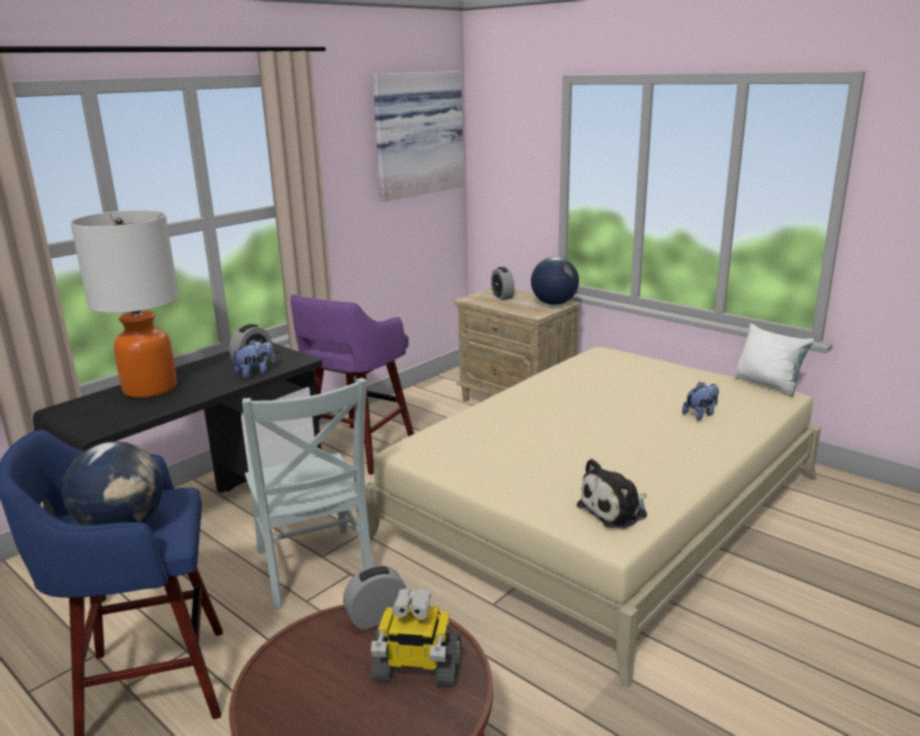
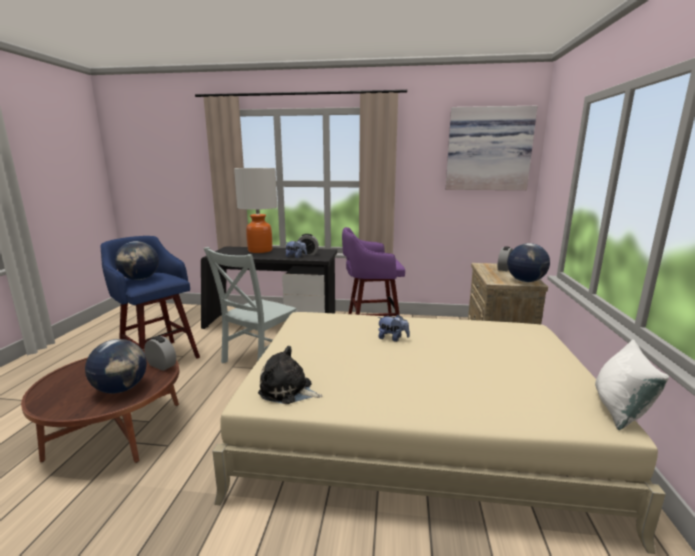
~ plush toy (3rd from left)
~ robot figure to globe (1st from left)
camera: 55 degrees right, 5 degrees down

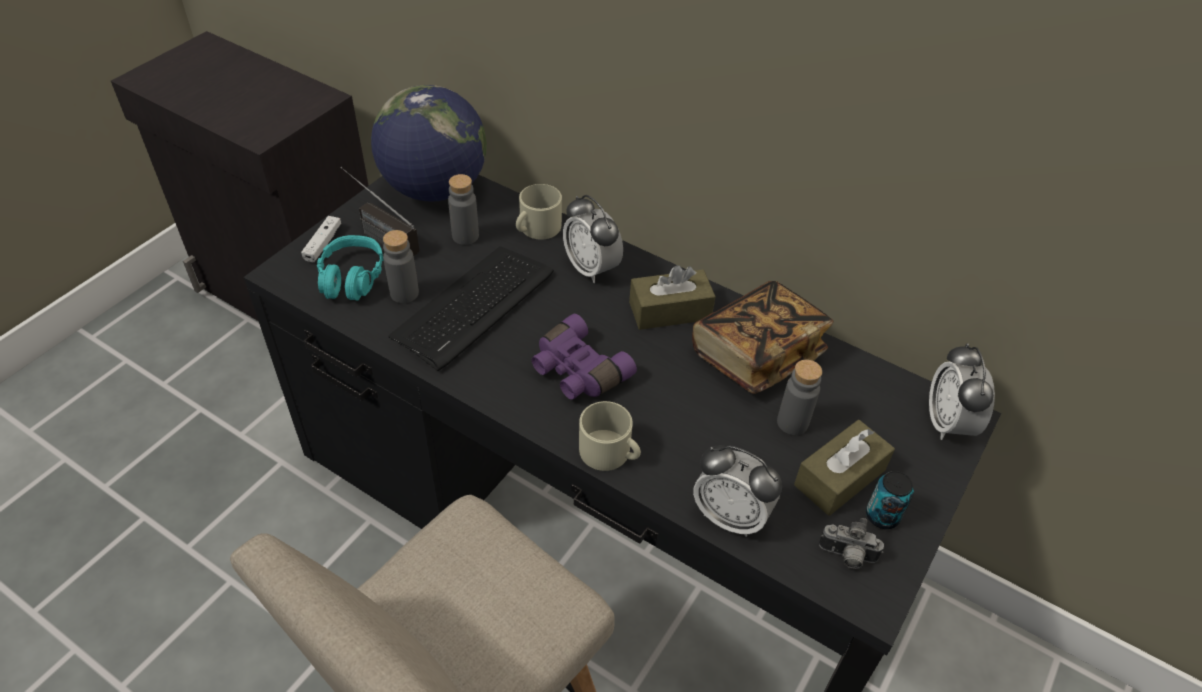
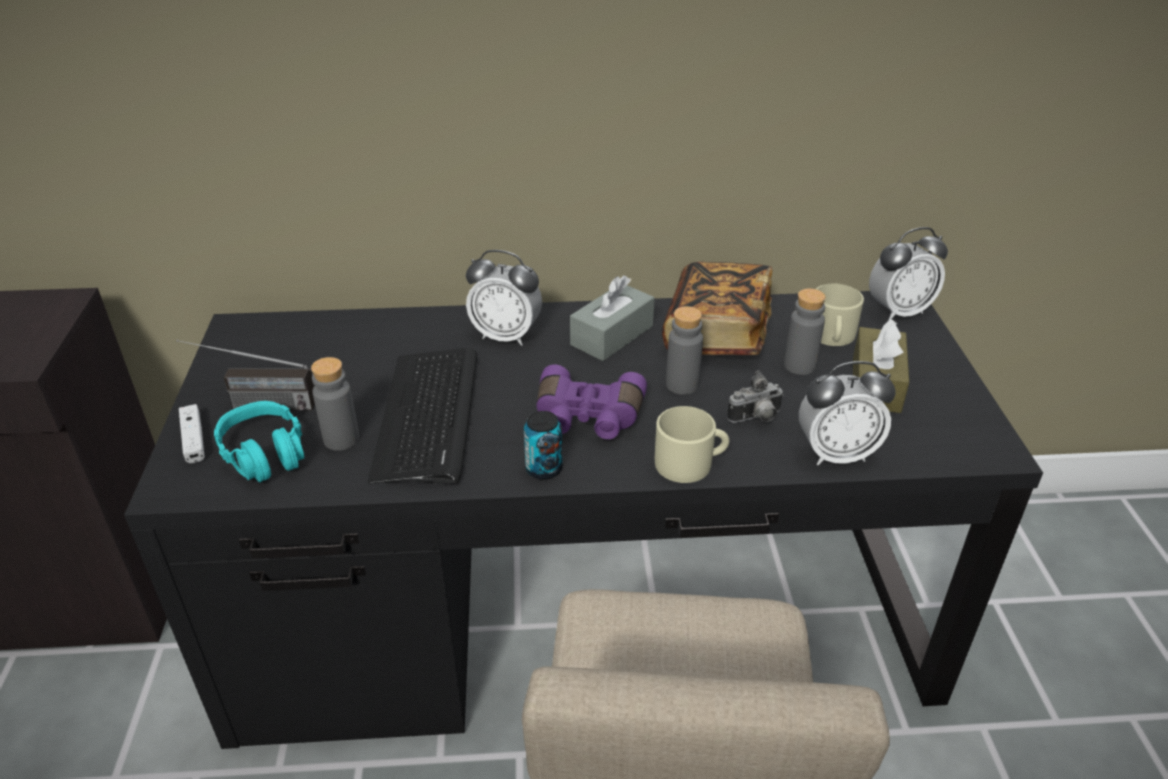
- globe
~ drink bottle (gray) (2nd from left)
~ mug (sand-coloured) (1st from left in the first image) to mug (sand-coloured) (2nd from left)
~ tissue box (brownish) (1st from left) to tissue box (gray)
~ bedside clock (3rd from left) 75 degrees counterclockwise
~ metal can
~ photo camera
camera: 35 degrees left, 10 degrees down

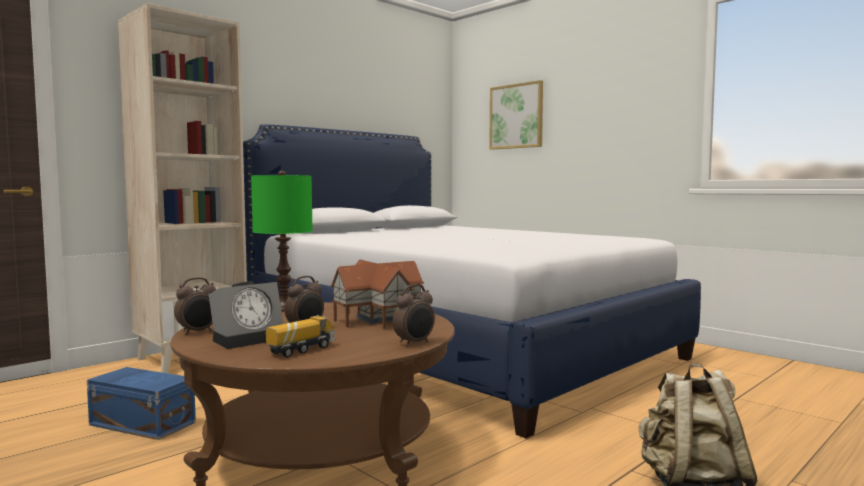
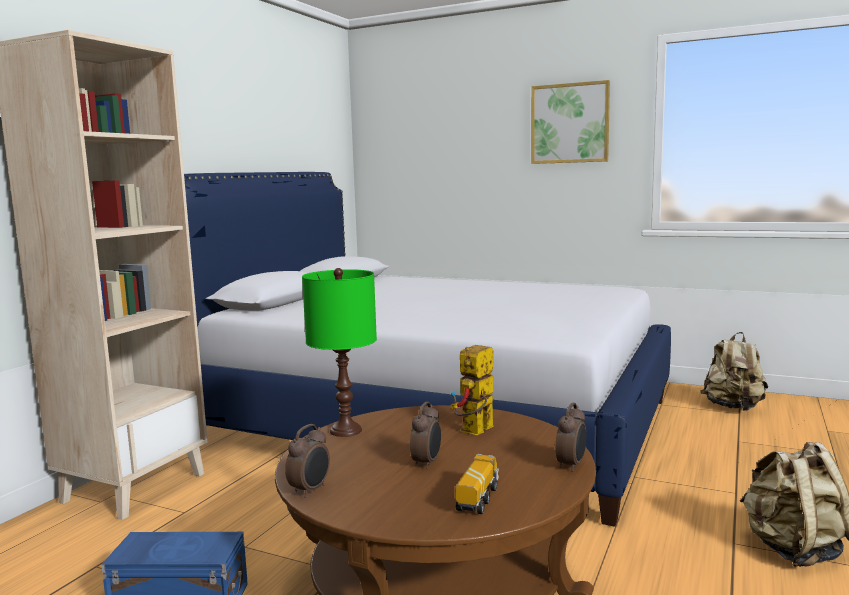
~ picture
~ miniature house to robot figure
- bedside clock (2nd from left)
+ rucksack (sand-coloured) (1st from left)
camera: 20 degrees left, 5 degrees up

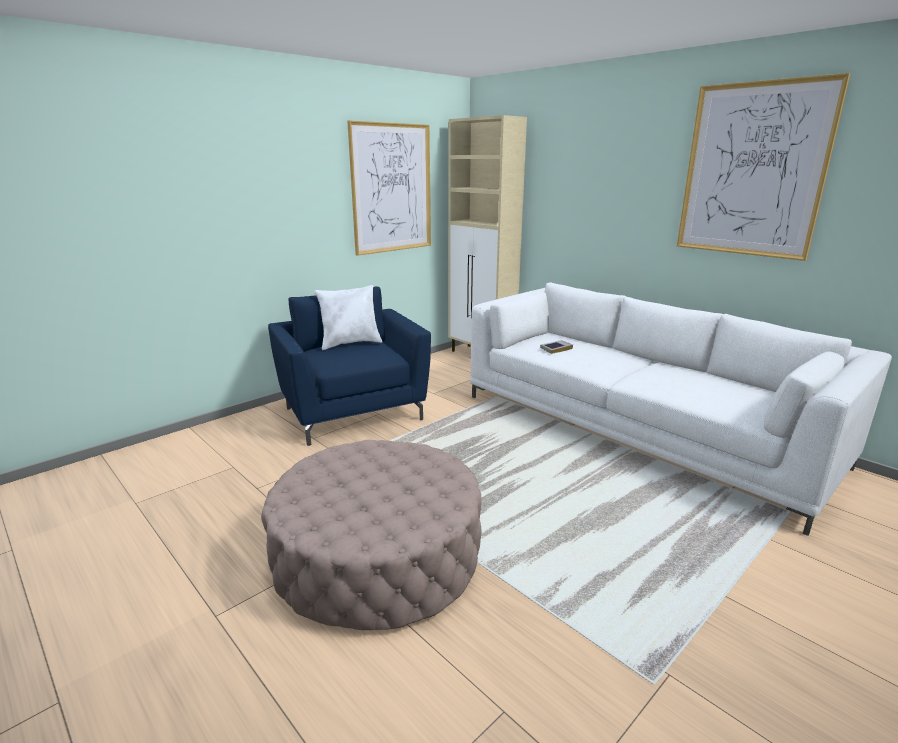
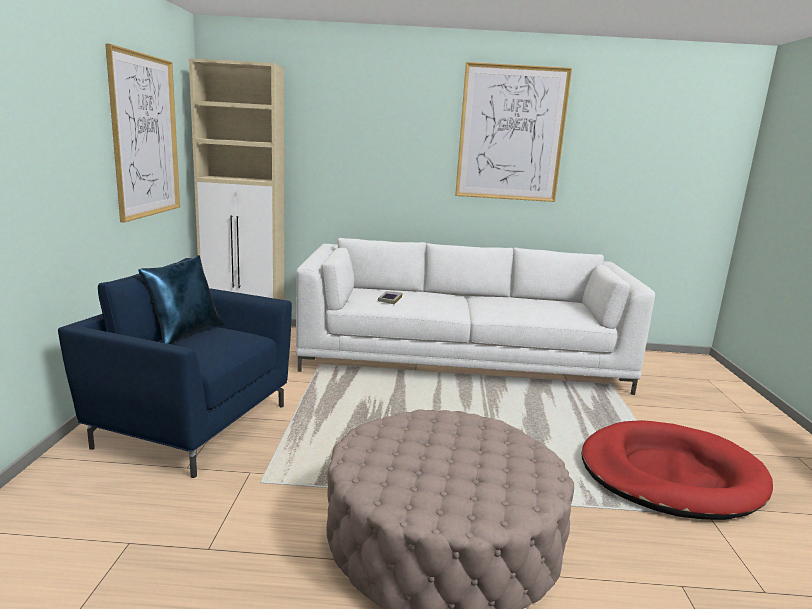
~ cushion (white-coloured) to cushion (bluish)
+ pet bed (red)
camera: 45 degrees left, 5 degrees down

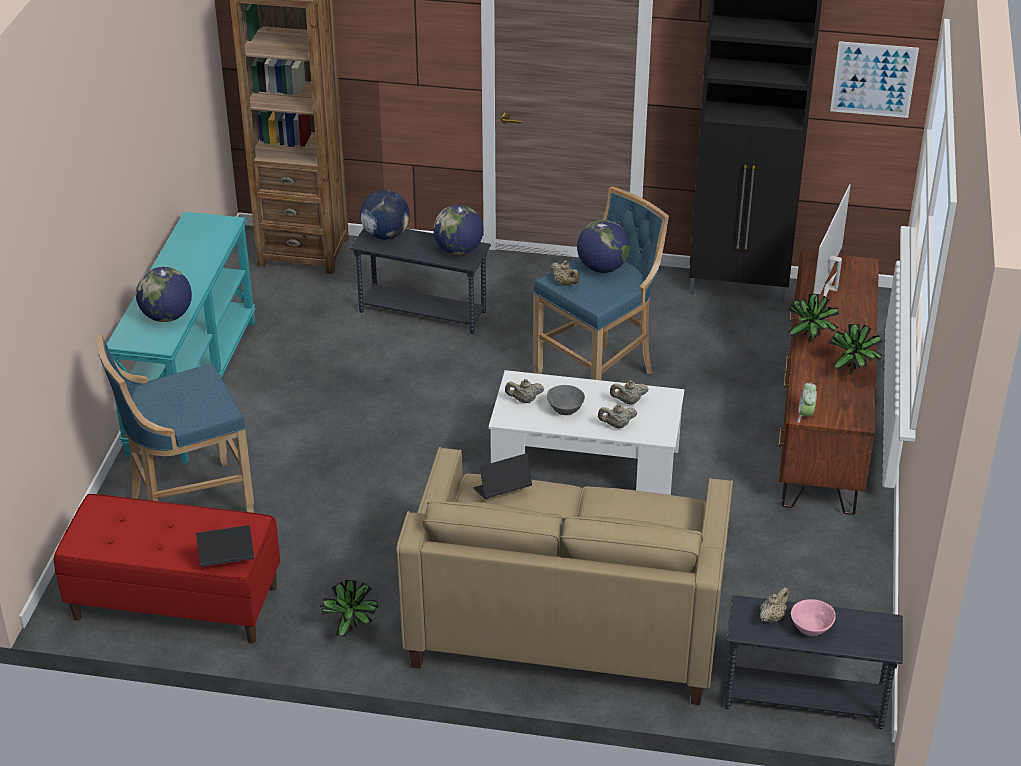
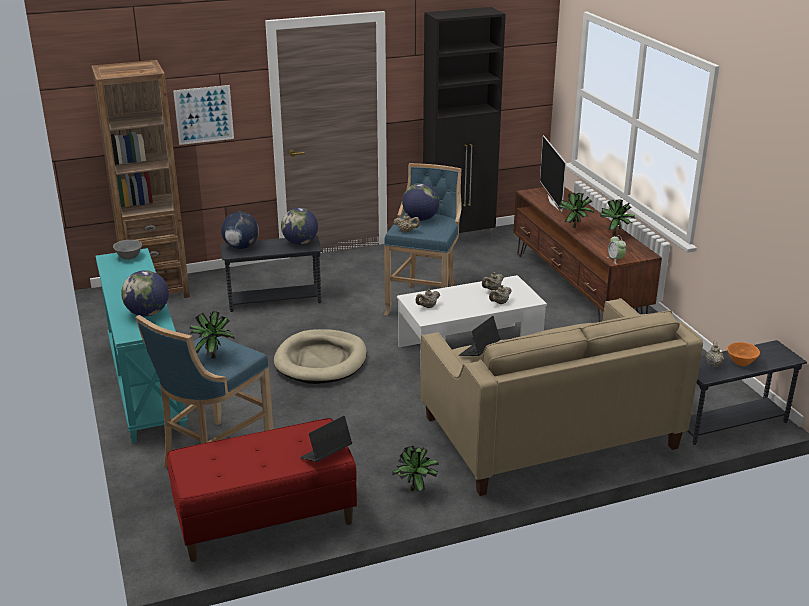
~ picture
~ deep dish (gray)
~ deep dish (pink-coloured) to deep dish (orange)
+ potted plant (1st from left)
+ pet bed (sand-coloured)
camera: 30 degrees left, 10 degrees down

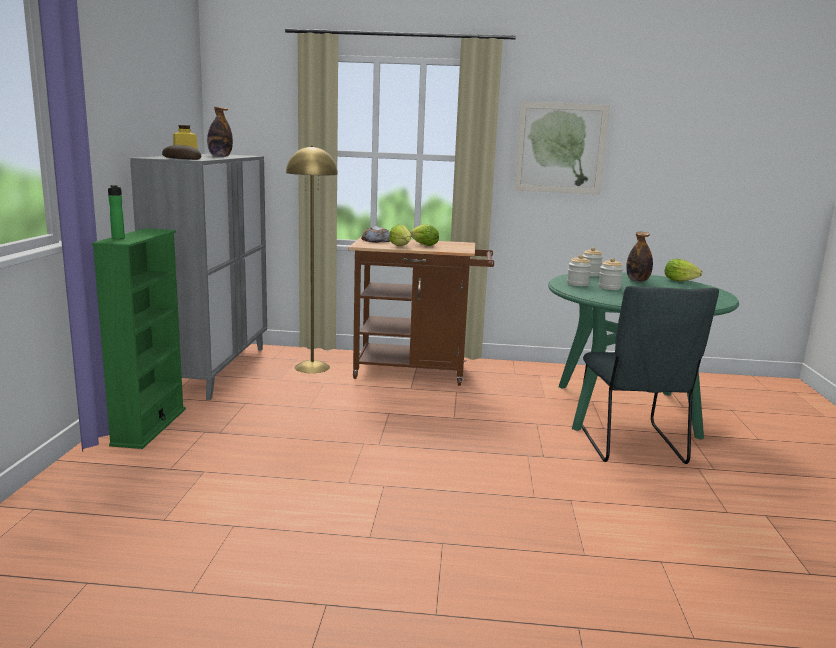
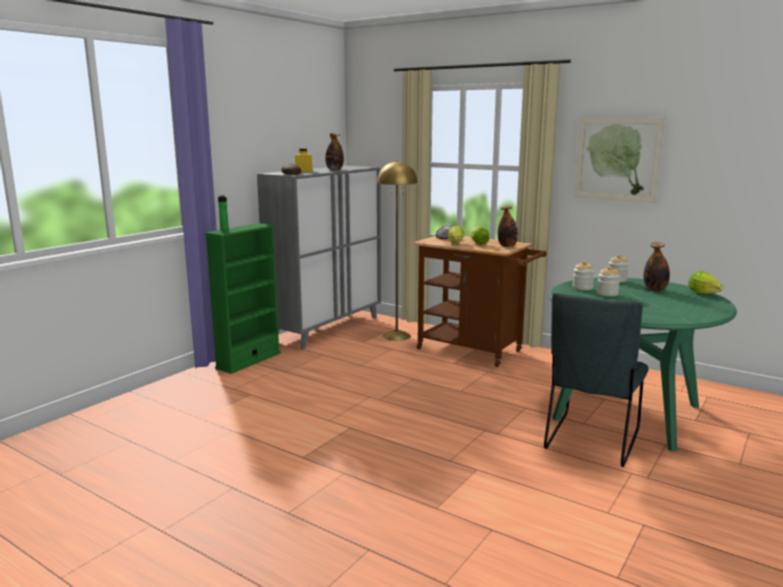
+ drink bottle (3rd from left)
camera: 30 degrees right, 0 degrees up

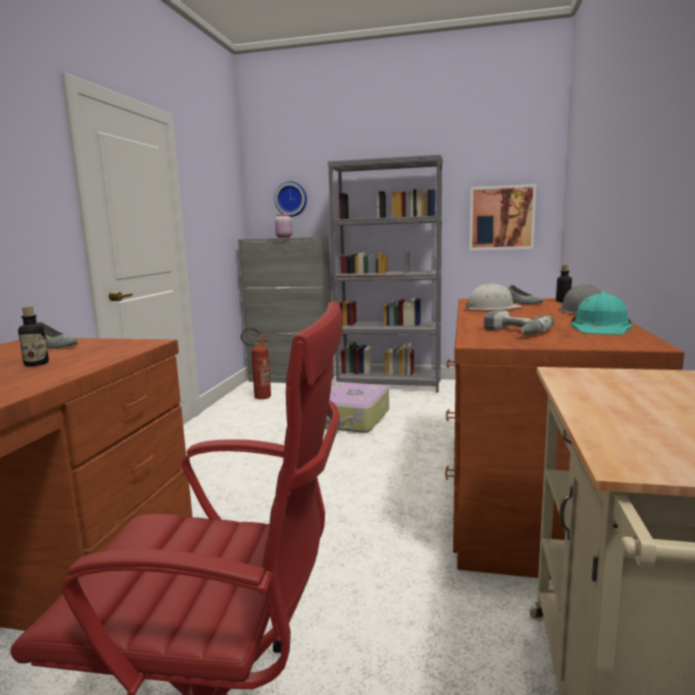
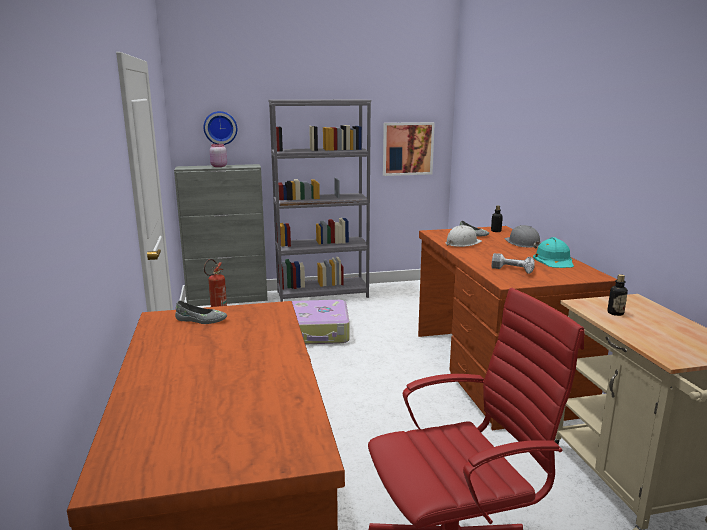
~ drink bottle (1st from left in the first image) to drink bottle (2nd from left)
camera: 25 degrees left, 5 degrees up

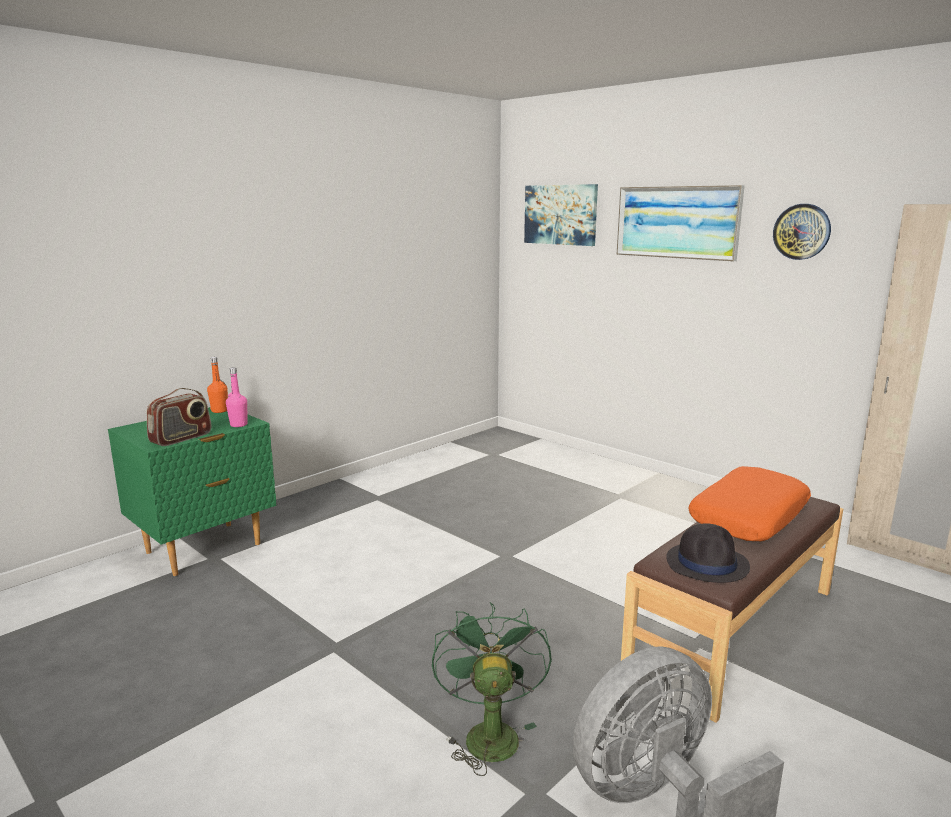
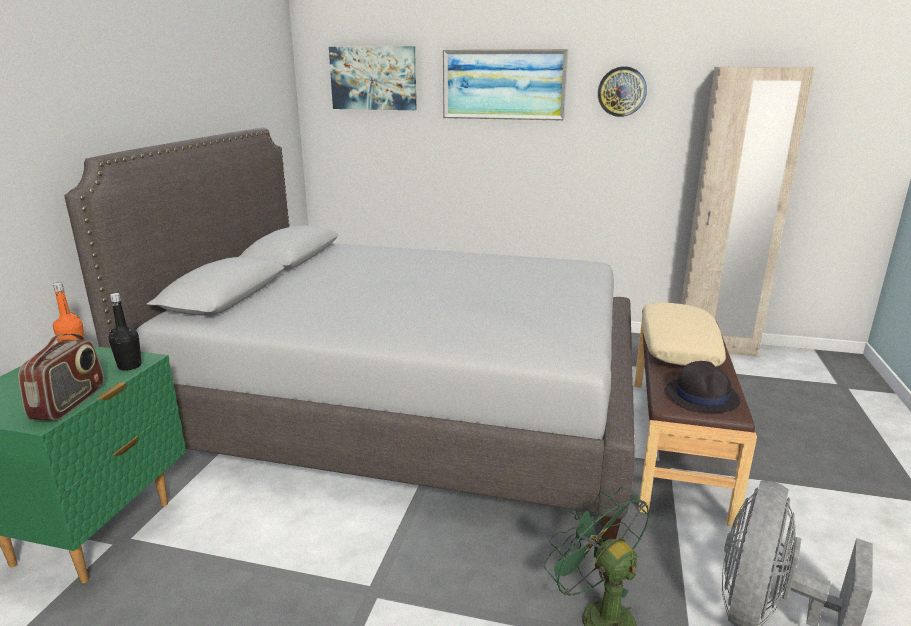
~ drink bottle (pink-coloured) to drink bottle (blackish)
~ cushion (orange) to cushion (sand-coloured)
+ bedroom bed (gray)
camera: 30 degrees left, 5 degrees up

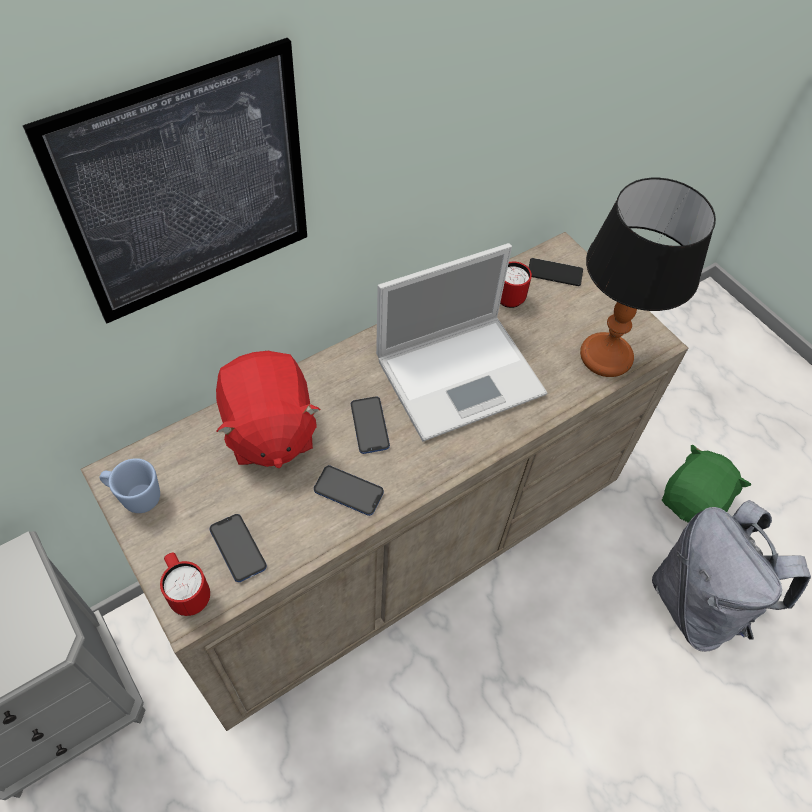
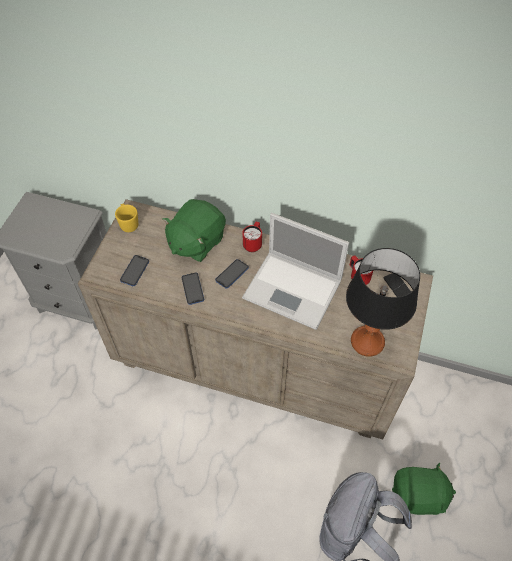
- picture
~ plush toy (red) to plush toy (green-coloured) (1st from left)
~ mug (bluish) to mug (yellow)
~ mug (red) (1st from left)
camera: 55 degrees right, 0 degrees up

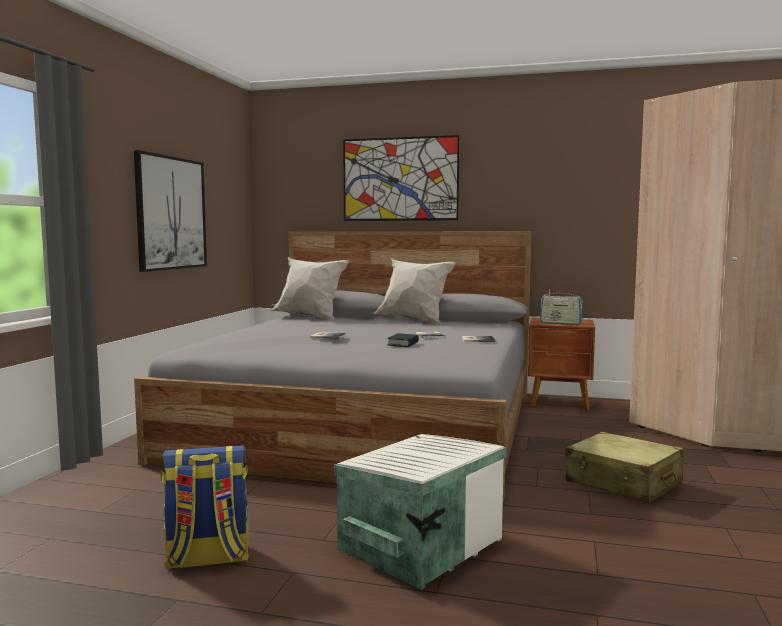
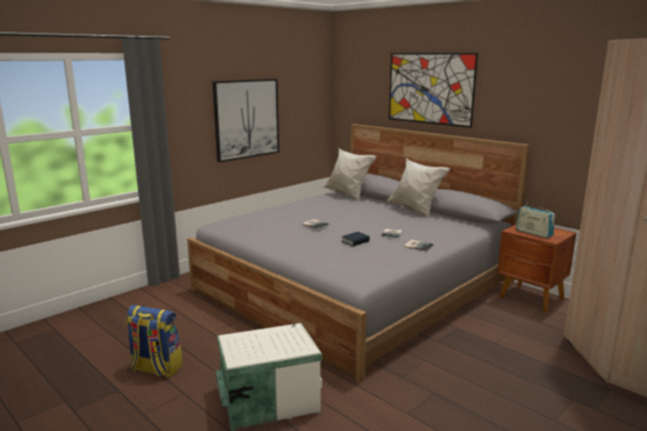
- suitcase (sand-coloured)
camera: 30 degrees right, 10 degrees up

